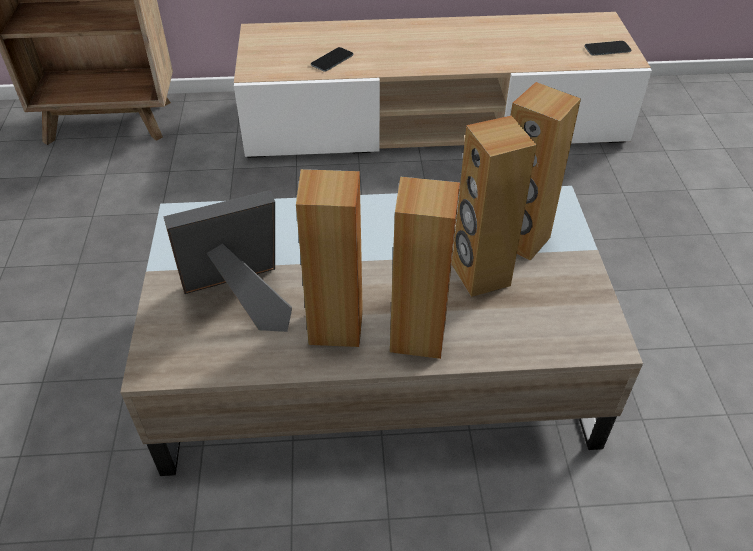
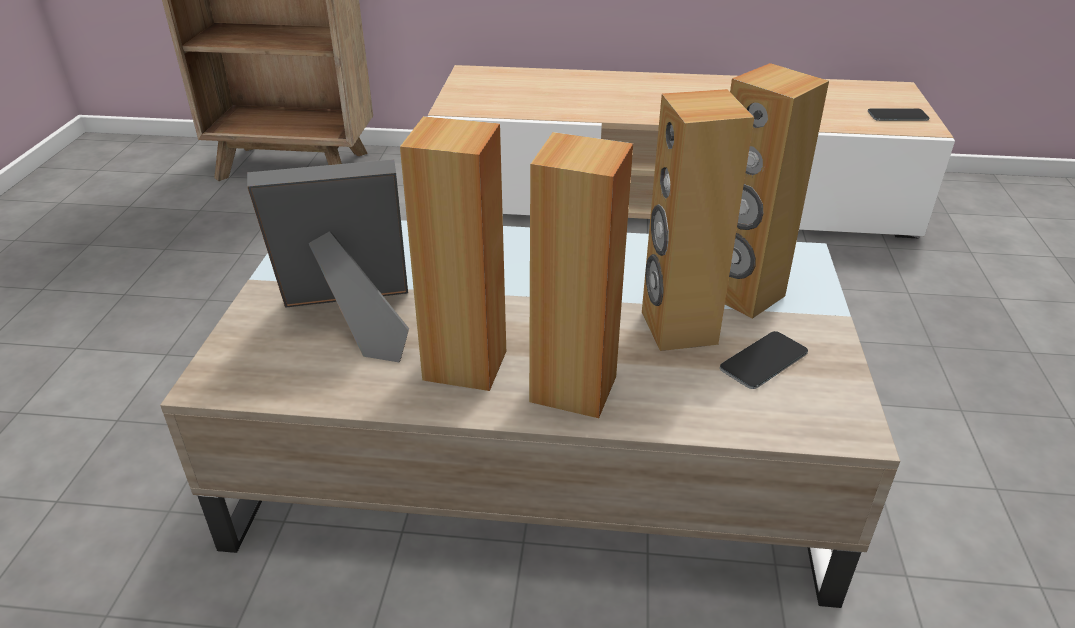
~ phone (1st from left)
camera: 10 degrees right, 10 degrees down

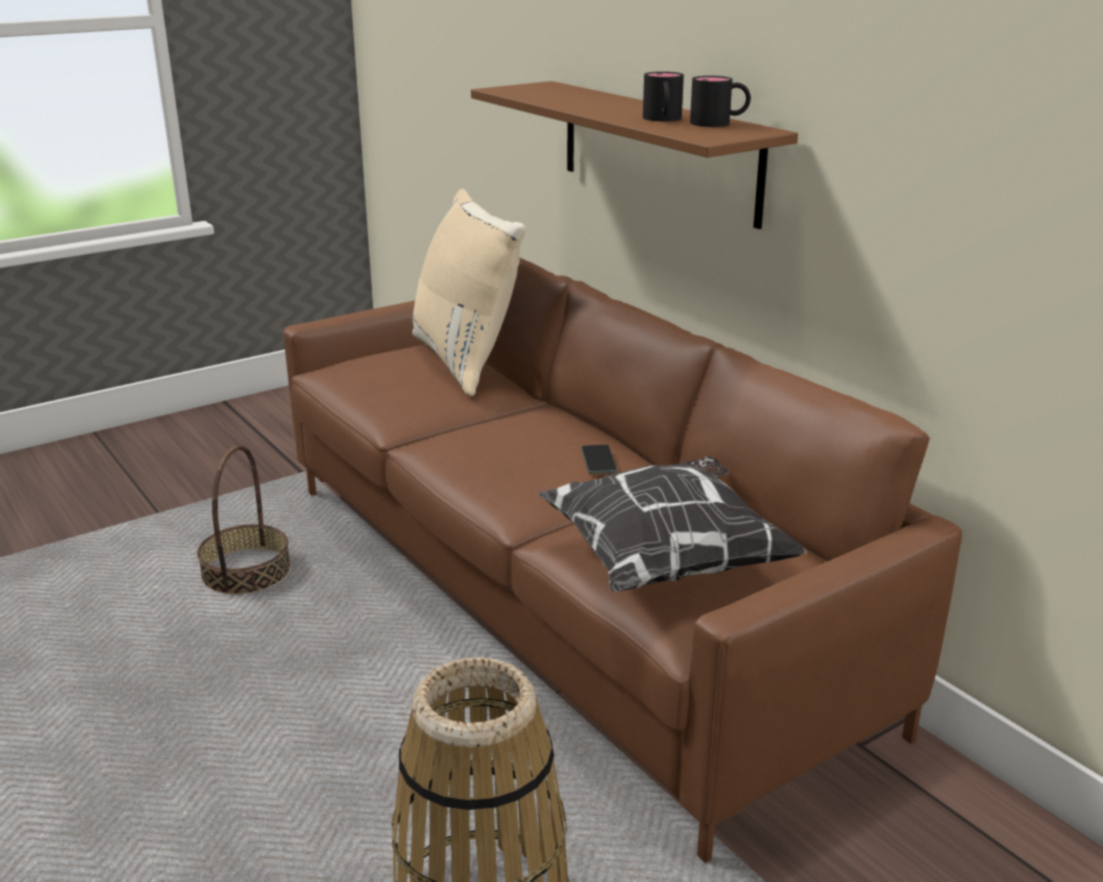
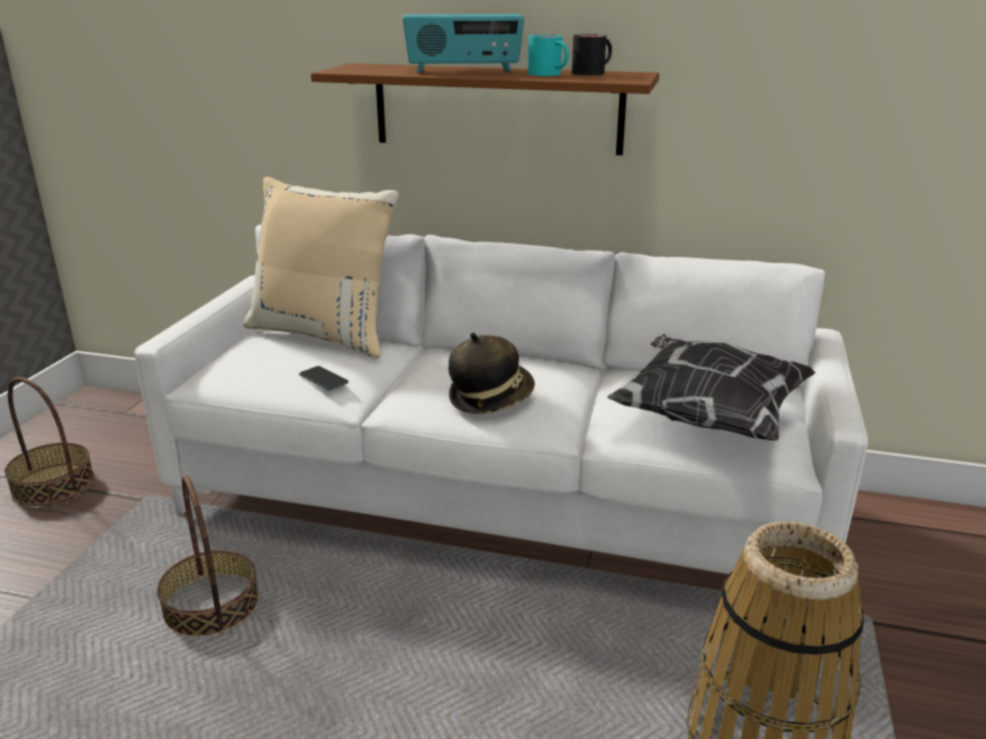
~ mug (blackish) (1st from left) to mug (blue-green)
~ sofa (brownish) to sofa (white-coloured)
~ phone
+ radio receiver
+ hat
+ basket (1st from left)
camera: 40 degrees left, 0 degrees up

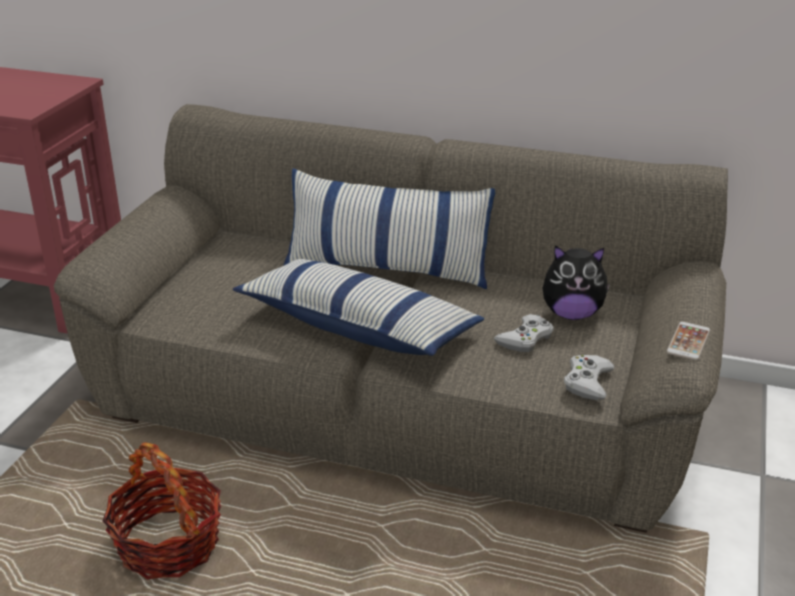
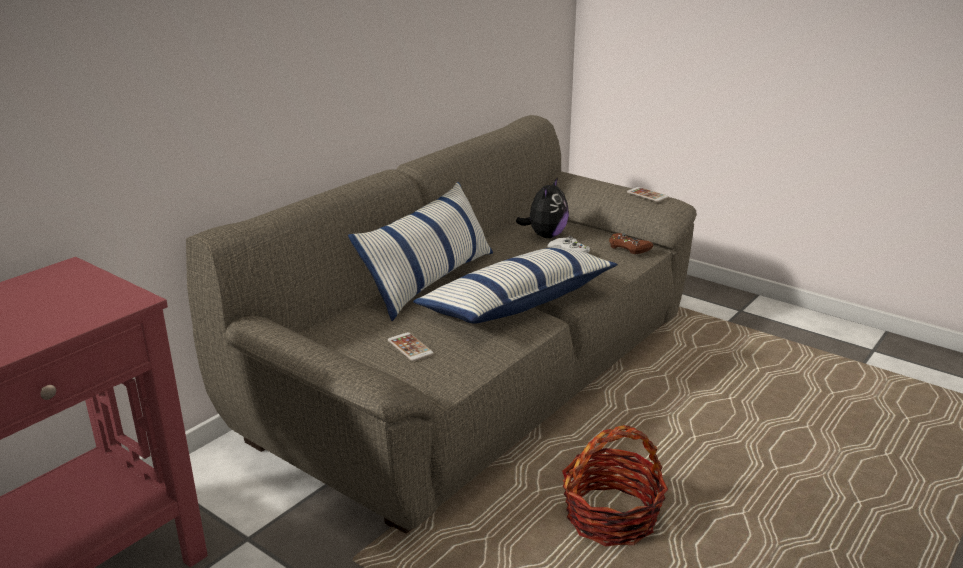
~ joypad (white-coloured) (2nd from left) to joypad (brownish)
+ phone (1st from left)
camera: 70 degrees left, 5 degrees down

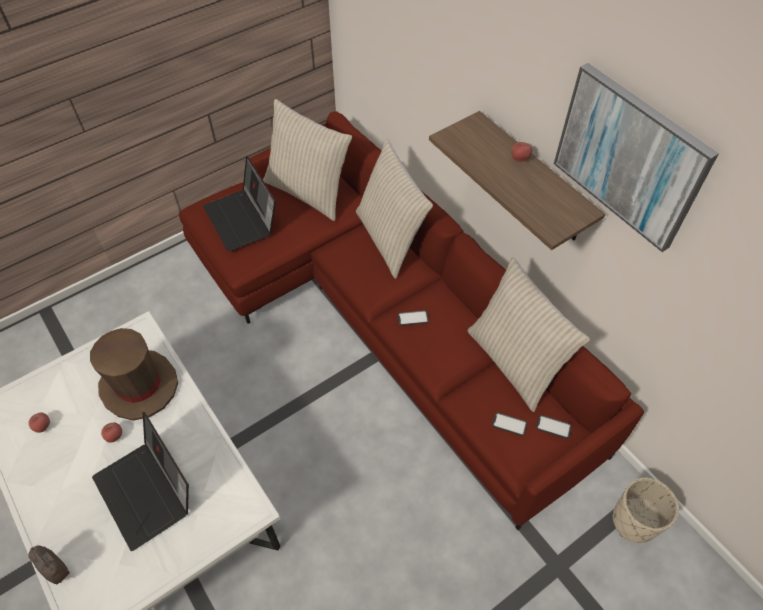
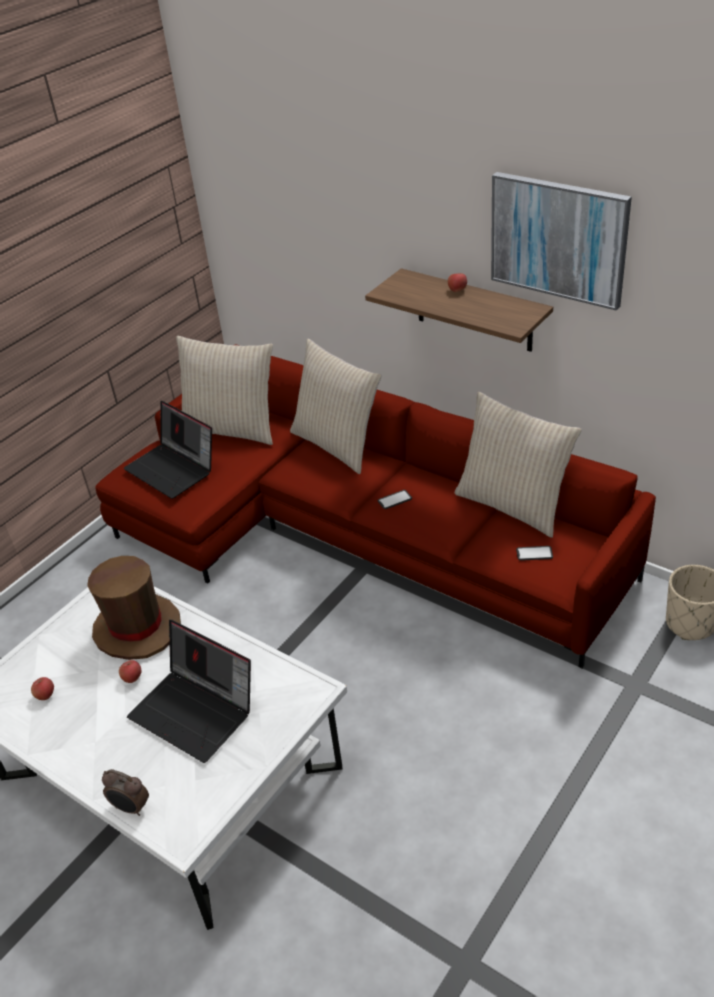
- phone (3rd from left)
camera: 15 degrees left, 15 degrees down

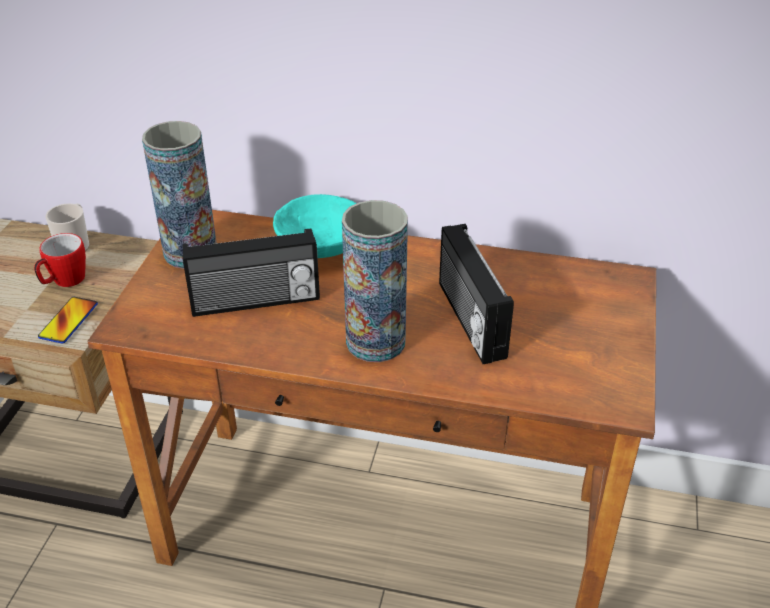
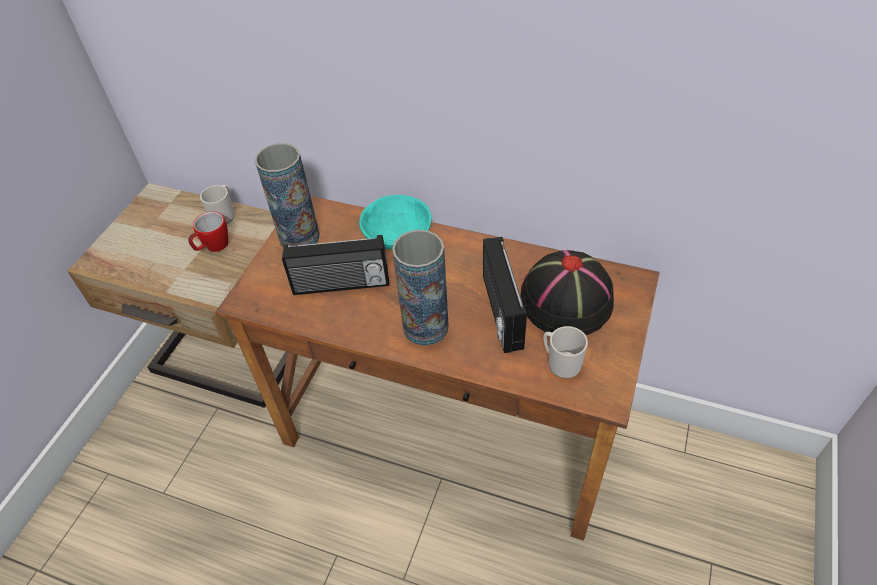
- phone
+ hat (blackish)
+ mug (3rd from left)
camera: 10 degrees right, 10 degrees up

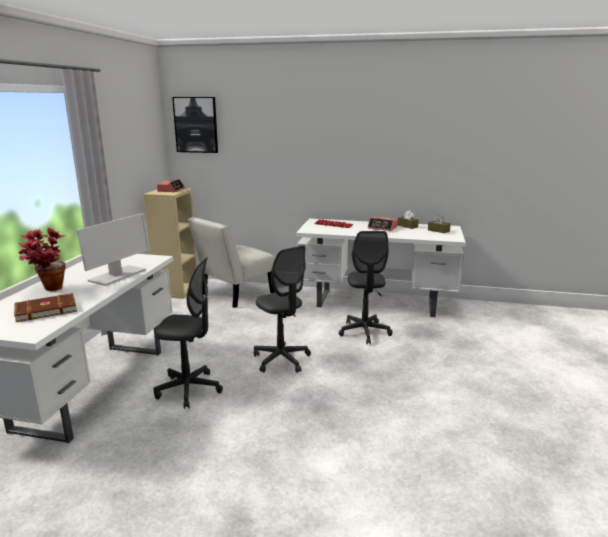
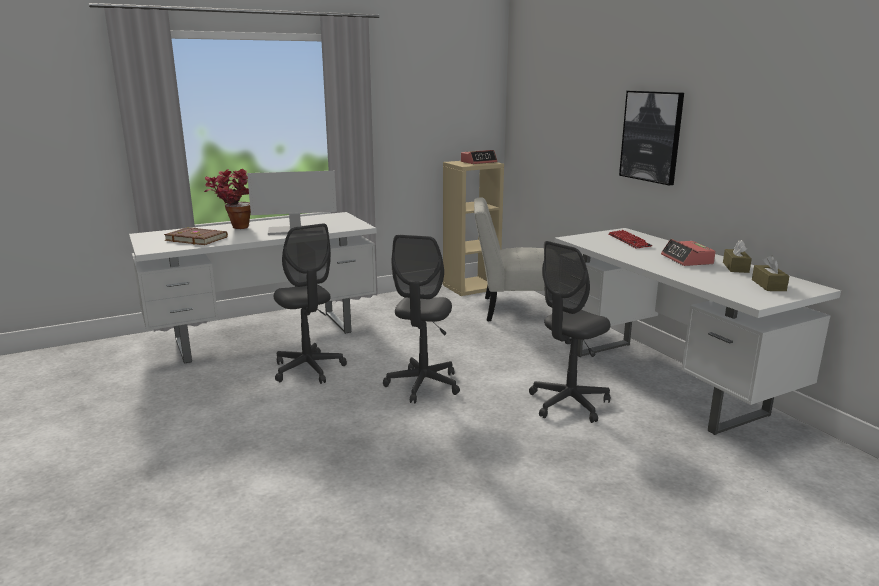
~ picture
camera: 50 degrees right, 0 degrees up

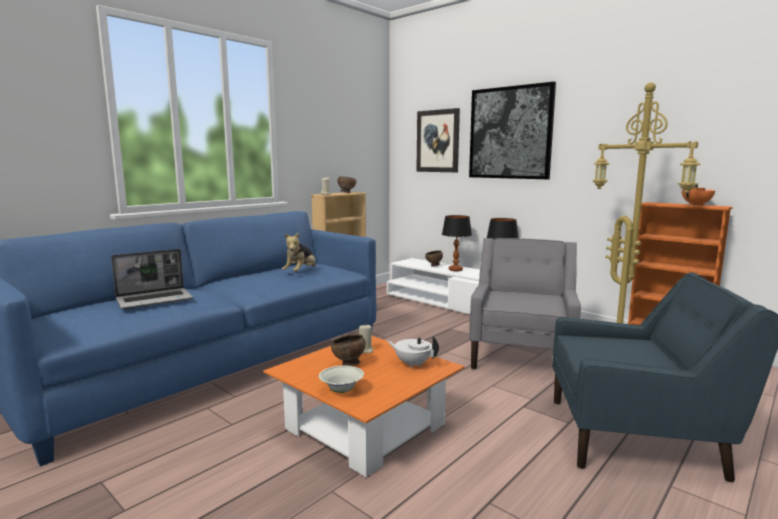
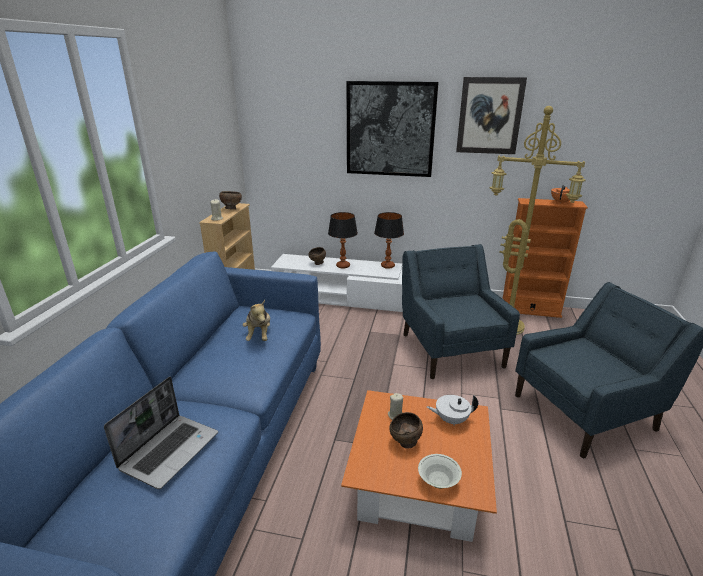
~ picture (1st from left in the first image) to picture (2nd from left)
~ lounge chair (gray) to lounge chair (bluish) (1st from left)
camera: 30 degrees left, 15 degrees up

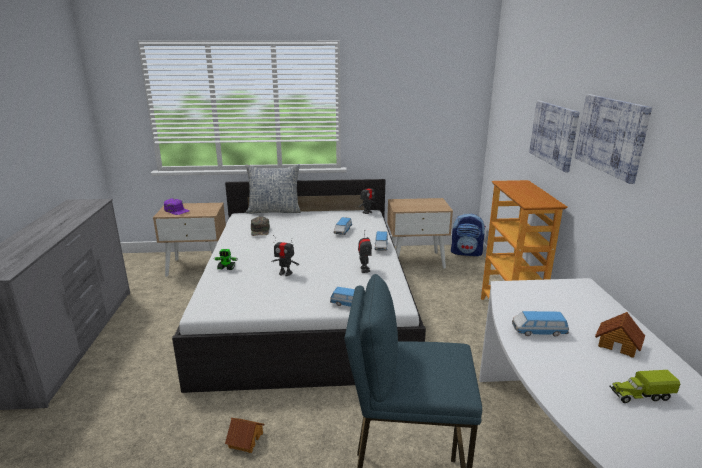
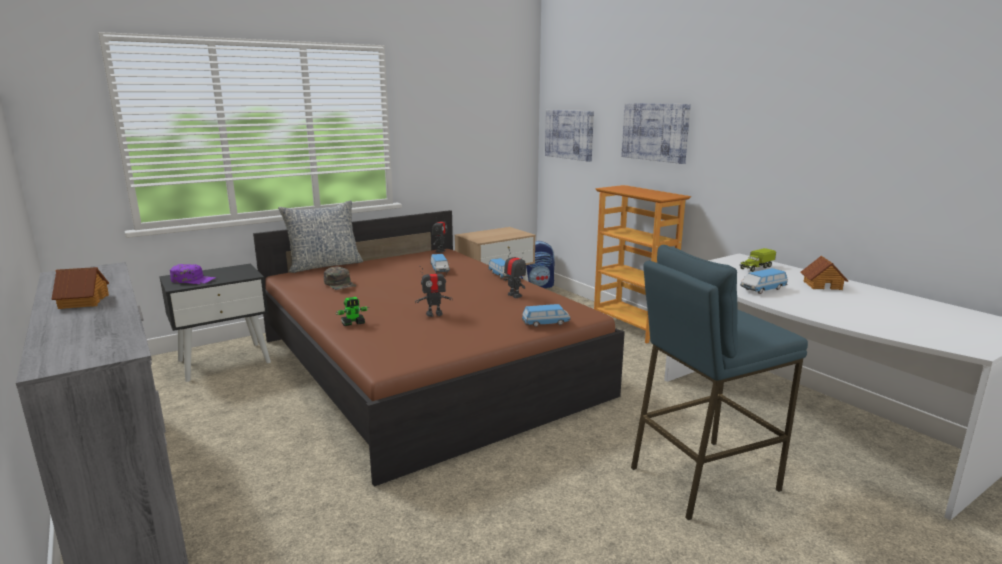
~ picture (2nd from left in the first image) to picture (1st from left)
~ bedroom bed (white-coloured) to bedroom bed (brownish)
~ night table (sand-coloured) (1st from left) to night table (blackish)
~ toy lorry
~ miniature house (1st from left)
camera: 30 degrees left, 5 degrees down

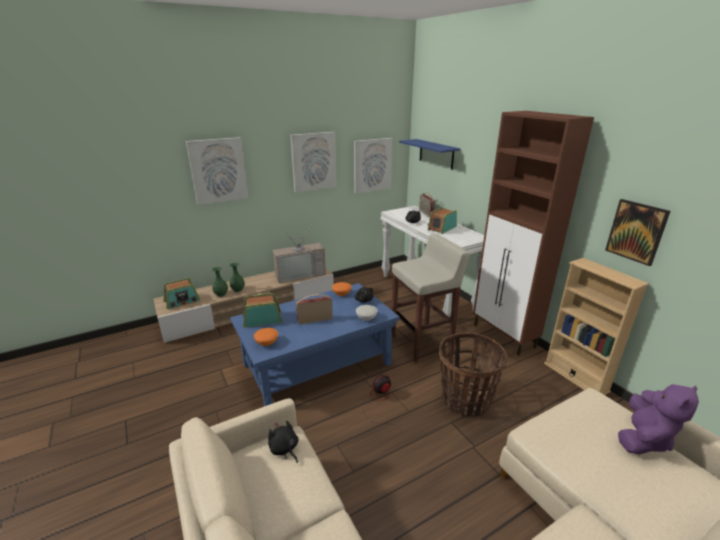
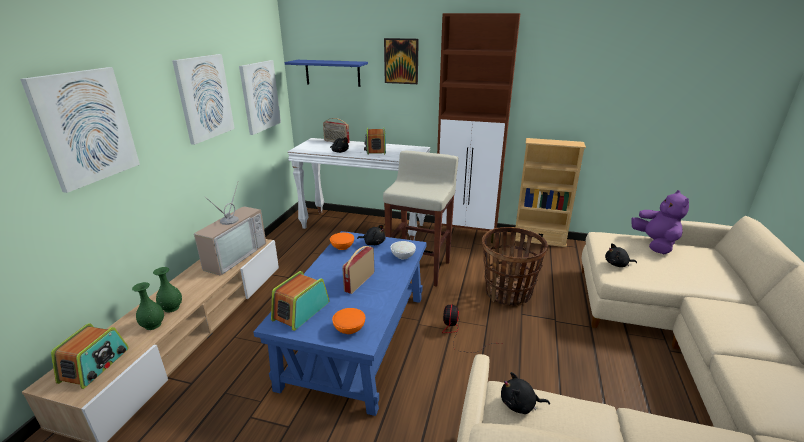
~ picture (4th from left)
+ plush toy (blackish) (4th from left)
camera: 45 degrees left, 0 degrees up

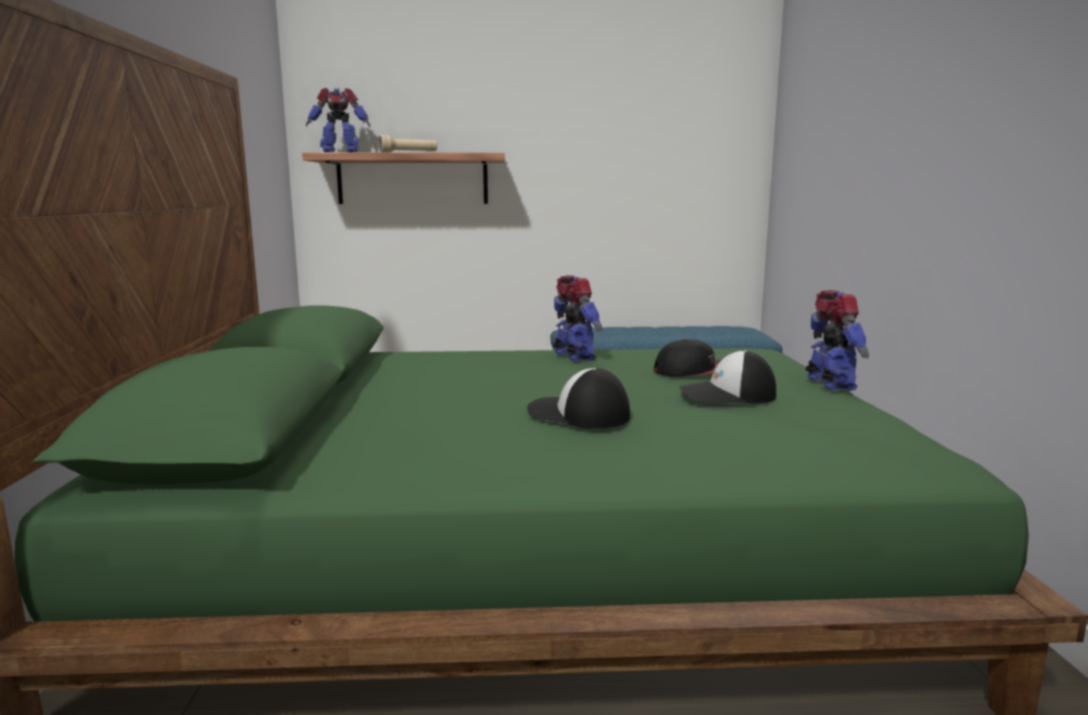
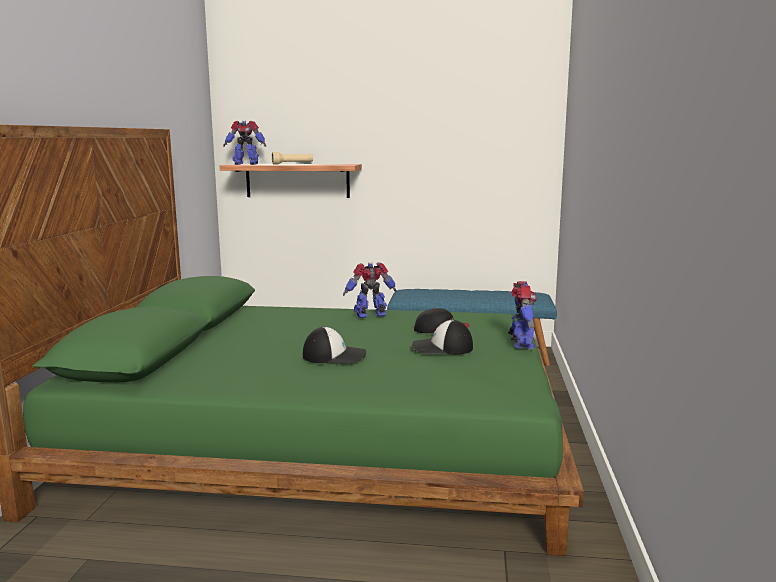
~ robot figure (2nd from left) 90 degrees counterclockwise
~ cap (1st from left) 135 degrees clockwise
camera: 10 degrees right, 0 degrees up

